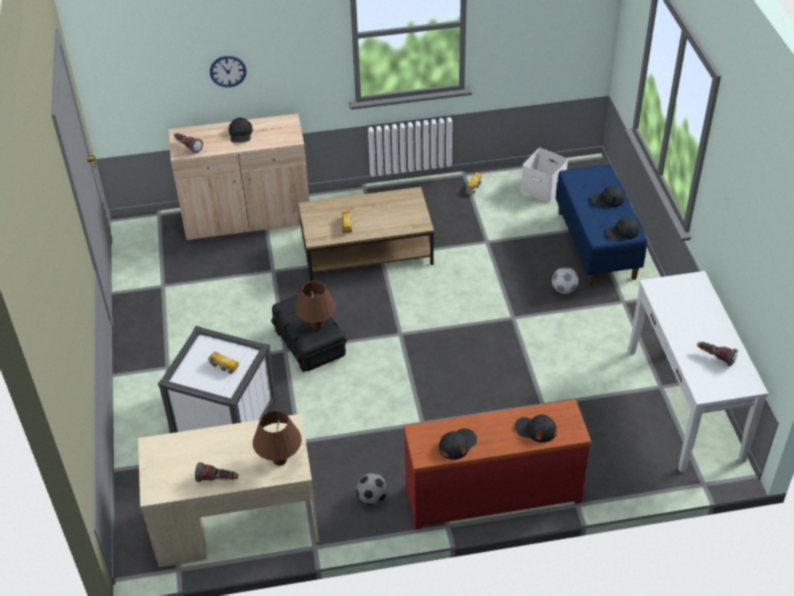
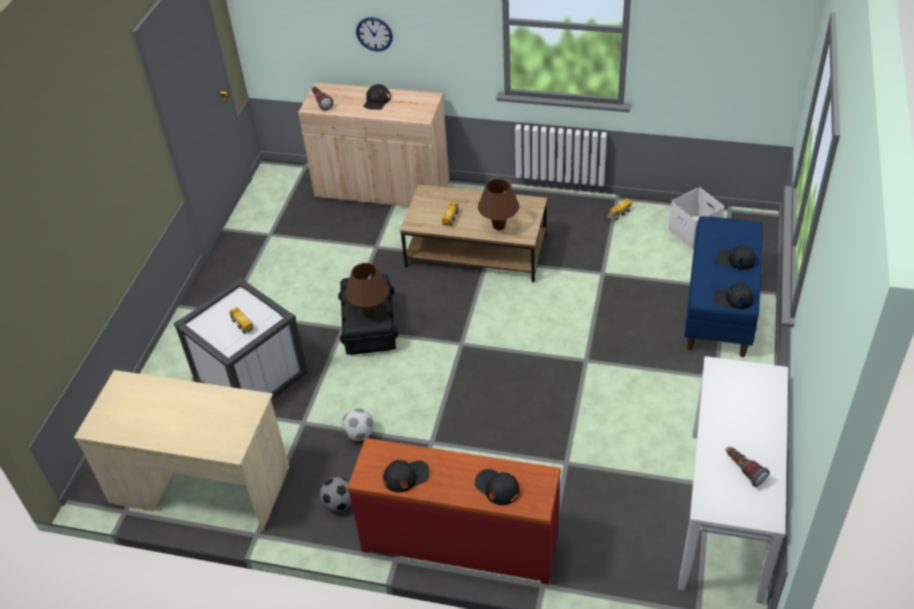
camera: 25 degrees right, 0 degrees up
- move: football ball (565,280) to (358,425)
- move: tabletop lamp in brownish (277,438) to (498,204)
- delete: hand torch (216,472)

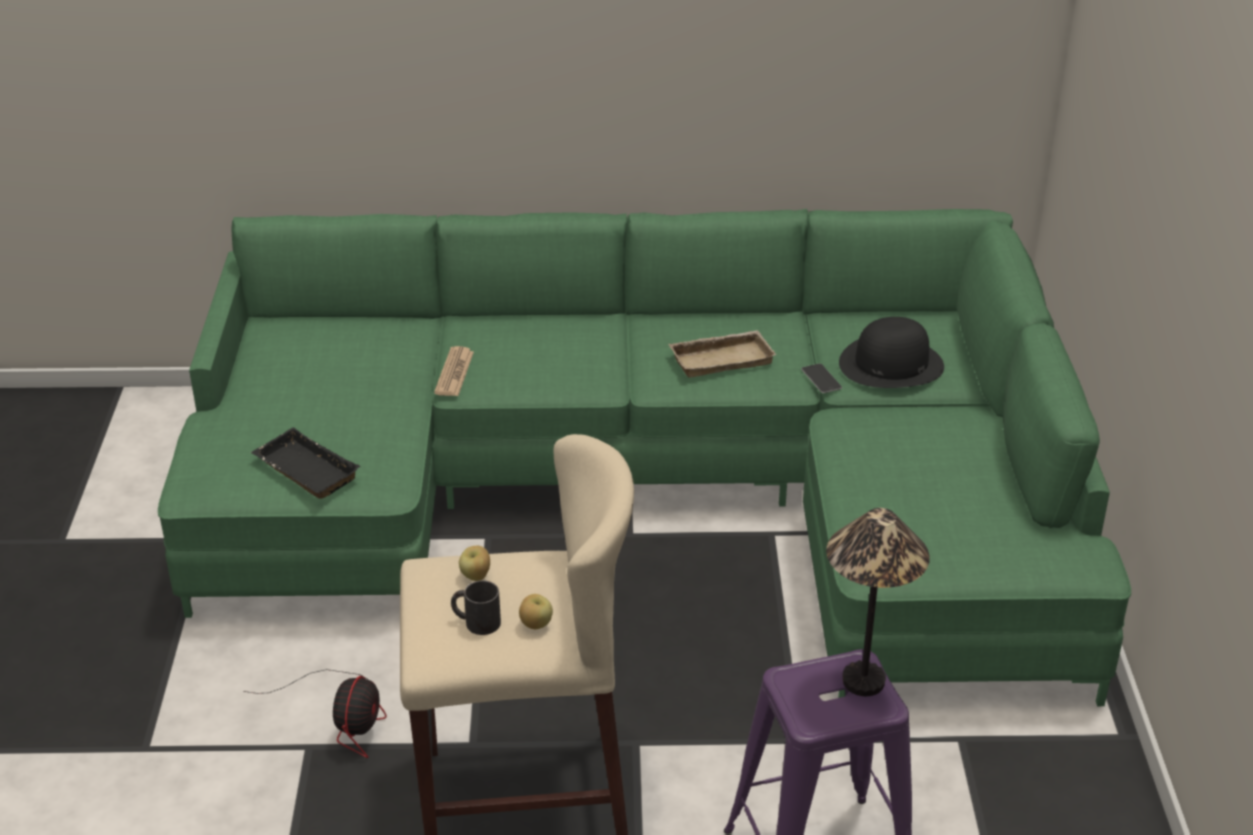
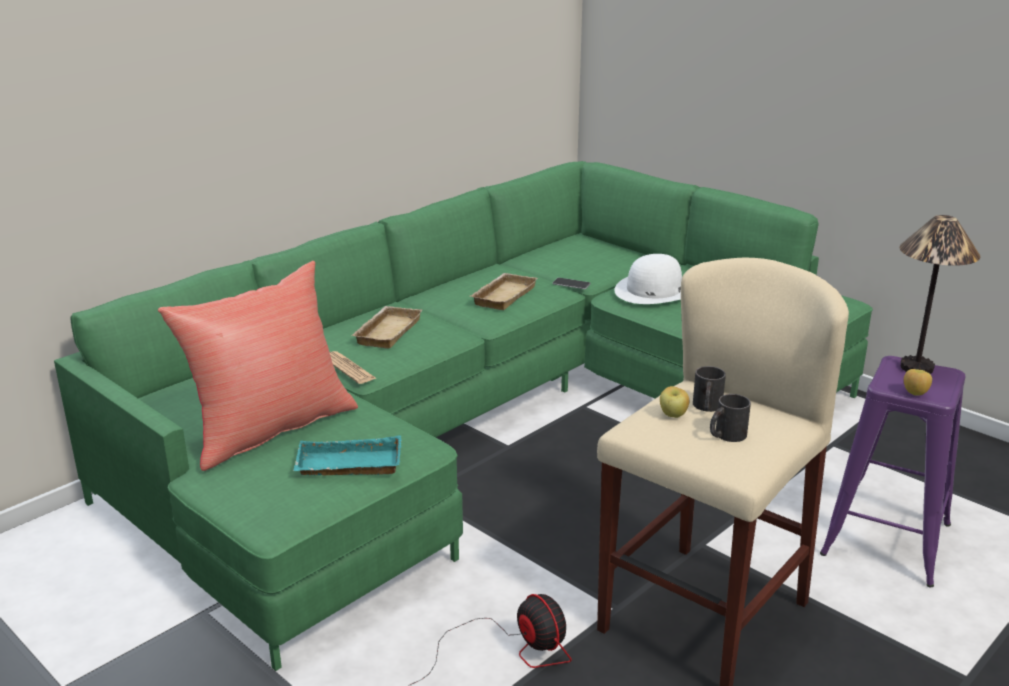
camera: 45 degrees left, 10 degrees down
- delete: clothing hat in black-coloured (891,352)
- recolor: tray in black-coloured (306,463) to tray in blue-green (347,455)
- move: apple fruit (536,611) to (918,382)
- insert: clothing hat in whitish (648,279)
- insert: cushion in red (258,366)
- insert: tray in beige-coloured (386,327)
- insert: mug in black-coloured (709,389)

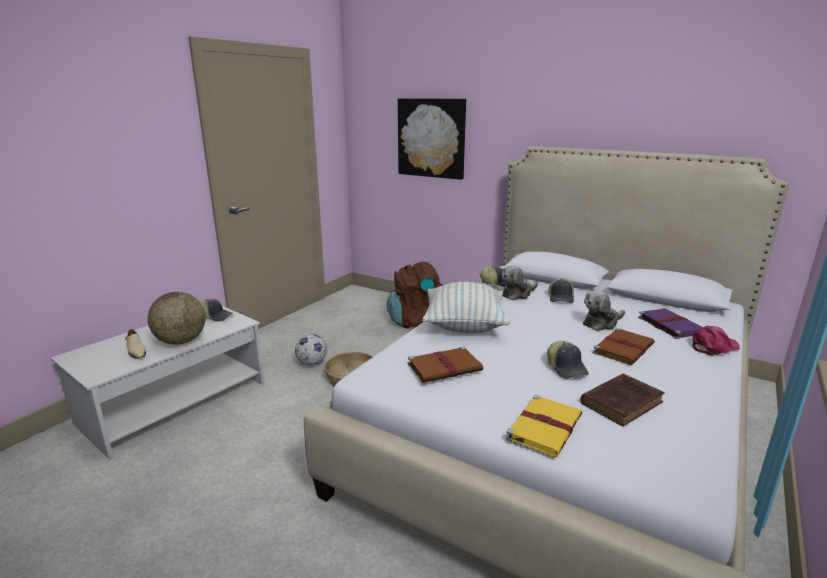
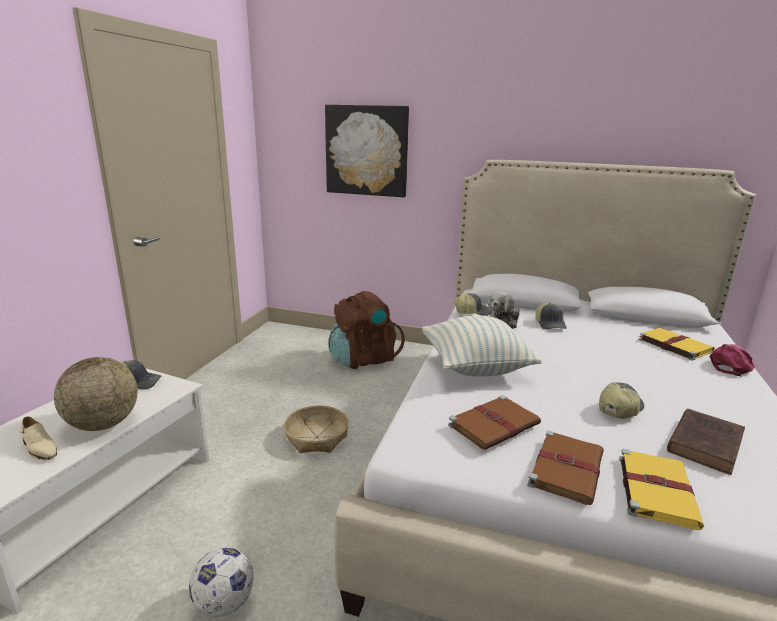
camera: 15 degrees left, 0 degrees up
- delete: cuddly toy (604,310)
- recolor: volume in purple-coloured (670,323) to volume in yellow (676,344)
- move: volume in brownish (624,346) to (565,468)
- move: football ball (311,350) to (221,582)
- rotate: baseball cap (568,360) = (621,401) 105 degrees counterclockwise

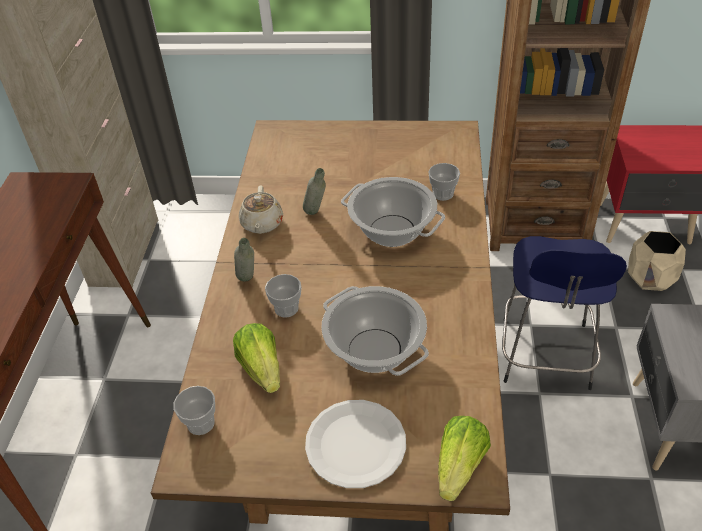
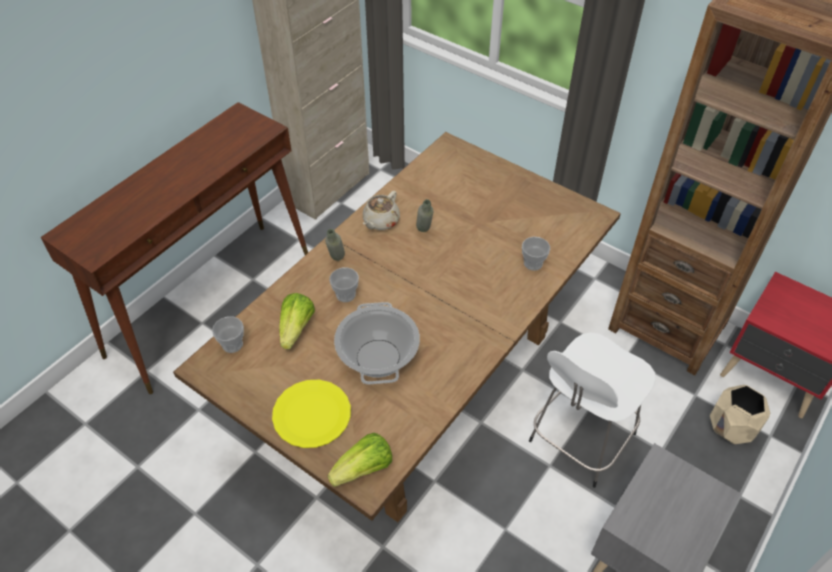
camera: 30 degrees right, 5 degrees up
- delete: cooking pot (393,212)
- recolor: stool seat in blue-coloured (564,313) to stool seat in whitish (592,410)
- recolor: flat dish in whitish (355,444) to flat dish in yellow (311,414)

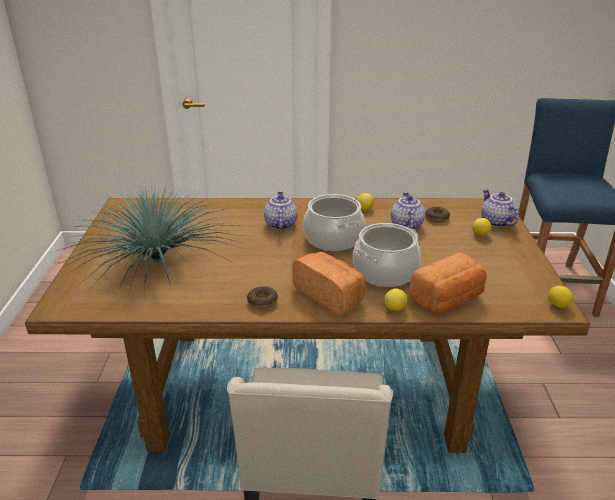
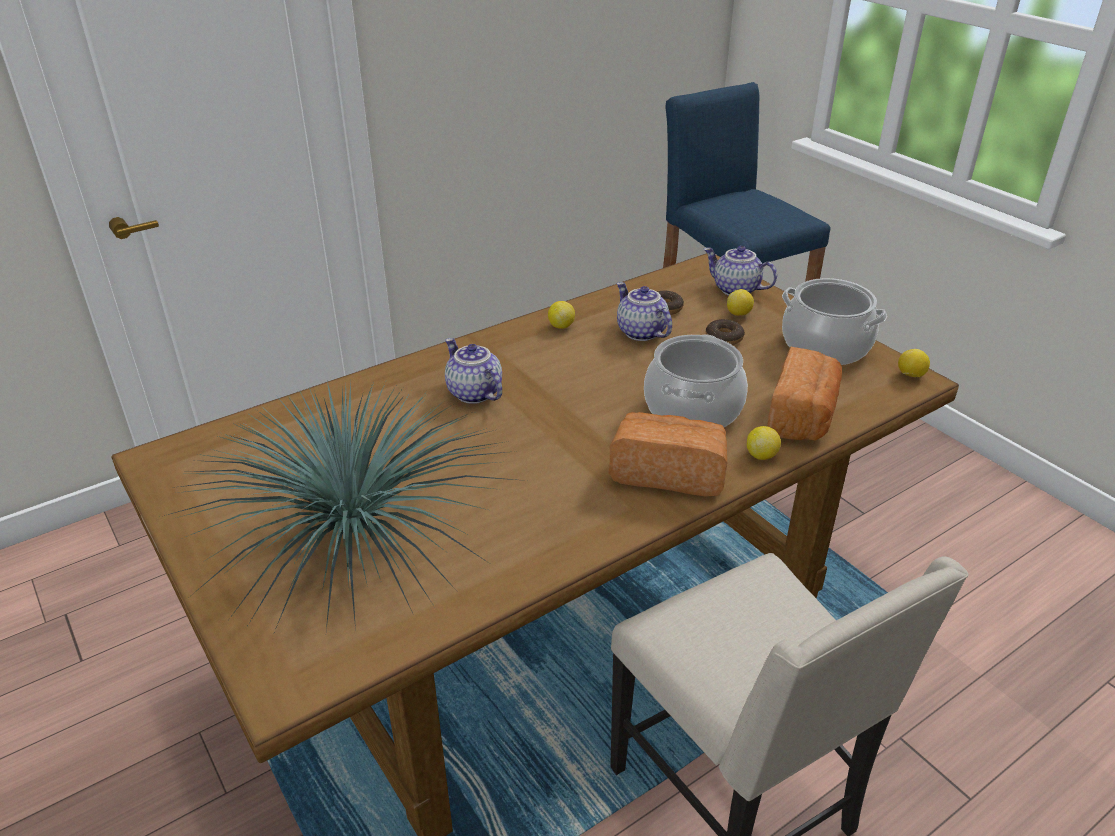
camera: 35 degrees left, 5 degrees up
- move: cooking pot (334,222) to (834,321)
- move: donut (262,297) to (725,332)

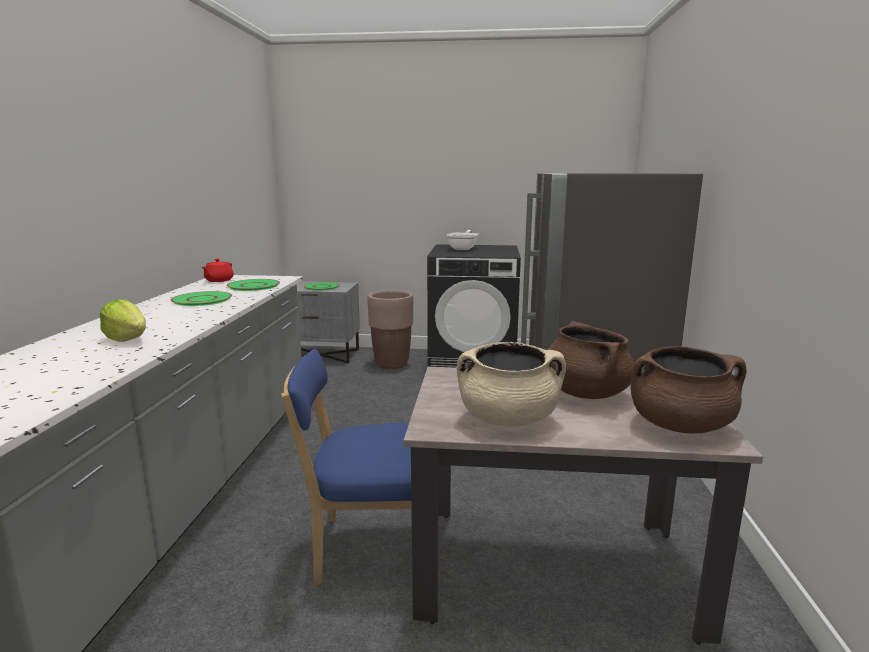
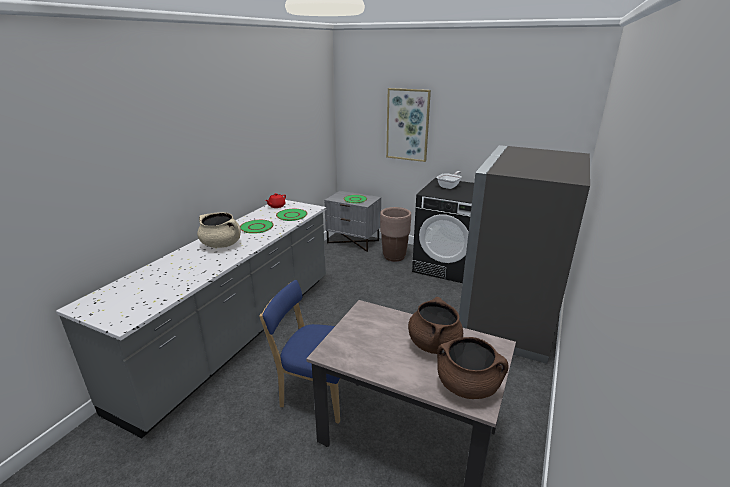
camera: 20 degrees right, 10 degrees up
- delete: head of lettuce (123,321)
- move: cooking pot in beige-coloured (511,384) to (219,230)
- insert: wall picture (408,125)

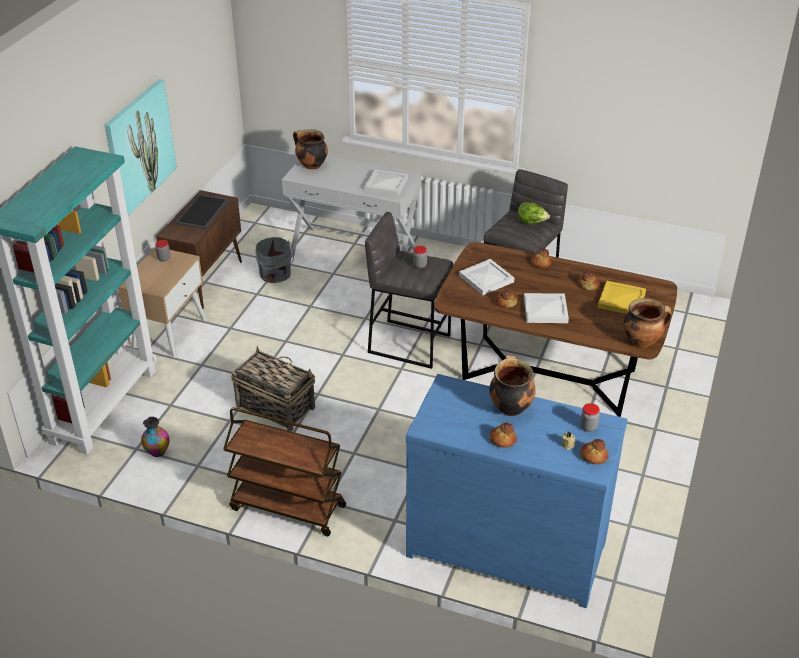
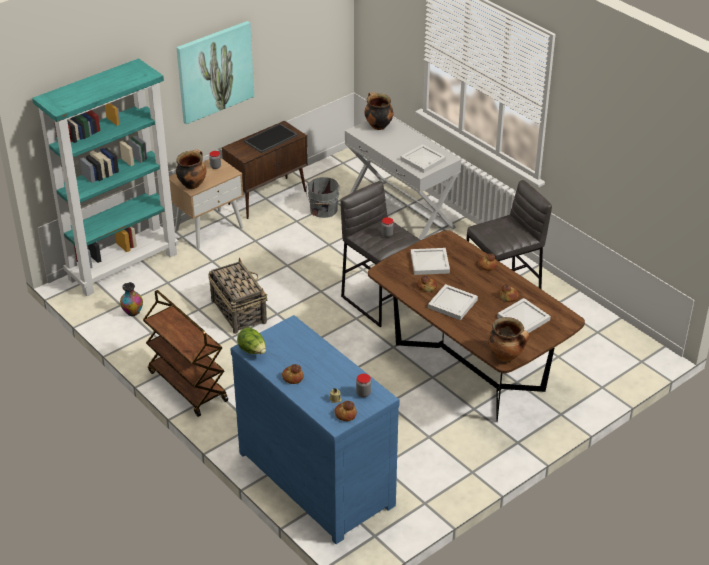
camera: 30 degrees right, 0 degrees up
- move: head of lettuce (533,213) to (251,340)
- recolor: tray in yellow (622,297) to tray in whitish (524,315)
- move: cooking pot (513,385) to (191,169)

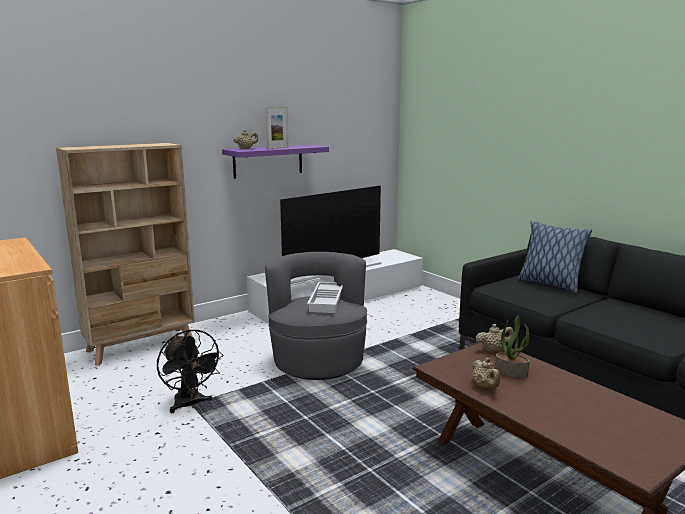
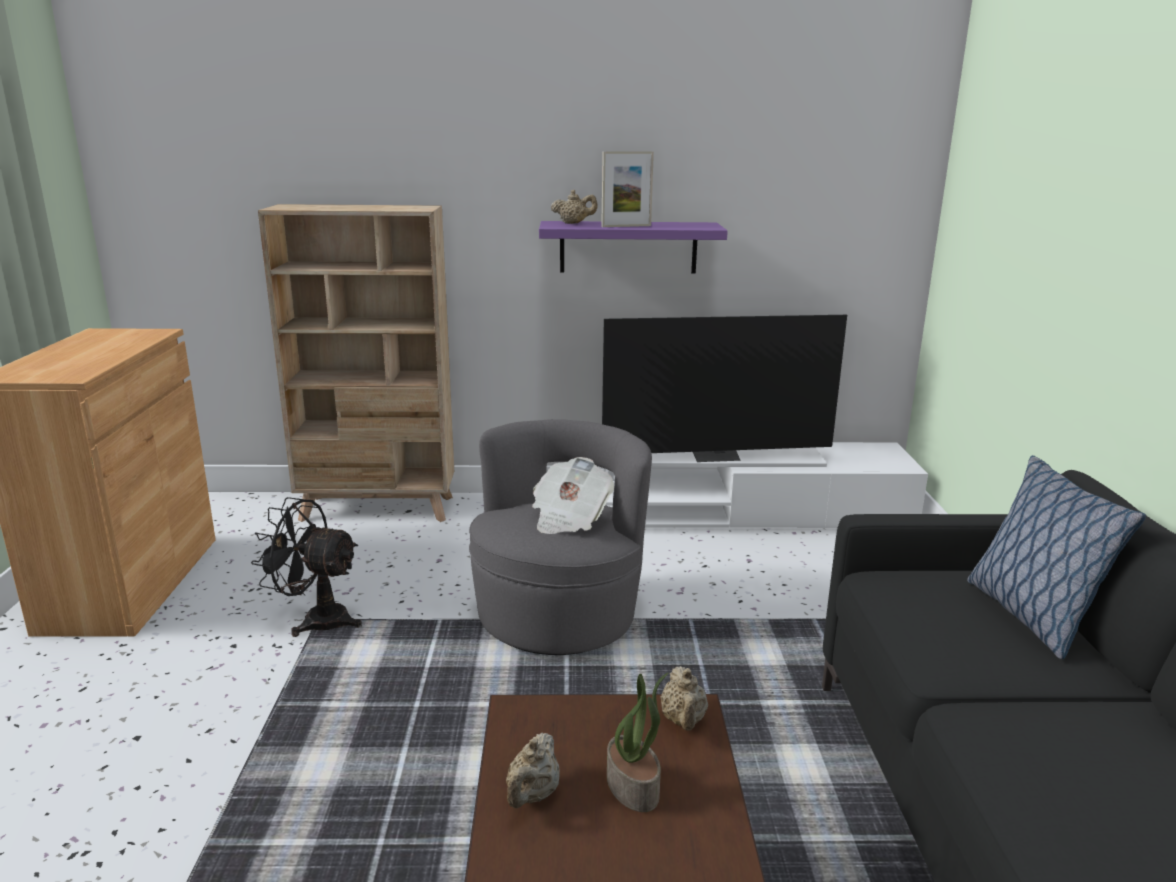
camera: 35 degrees right, 5 degrees up
- replace: tray in whitish (325,297) to printed paper (573,495)
- rotate: tea pot in beige-coloured (495,337) = (684,698) 60 degrees clockwise
- rotate: fan in black-coloured (190,371) = (306,567) 105 degrees clockwise

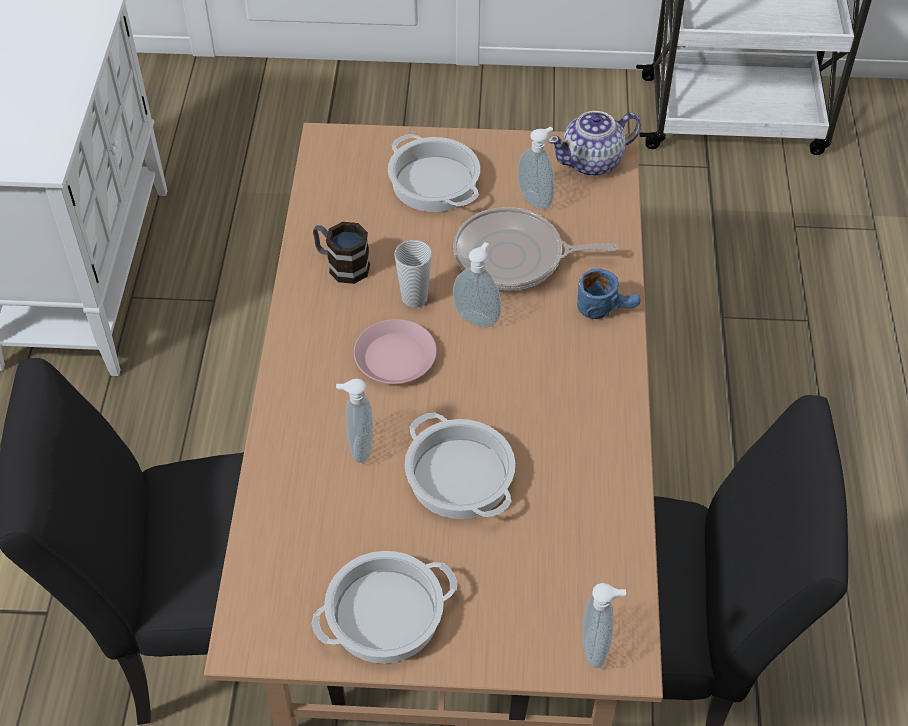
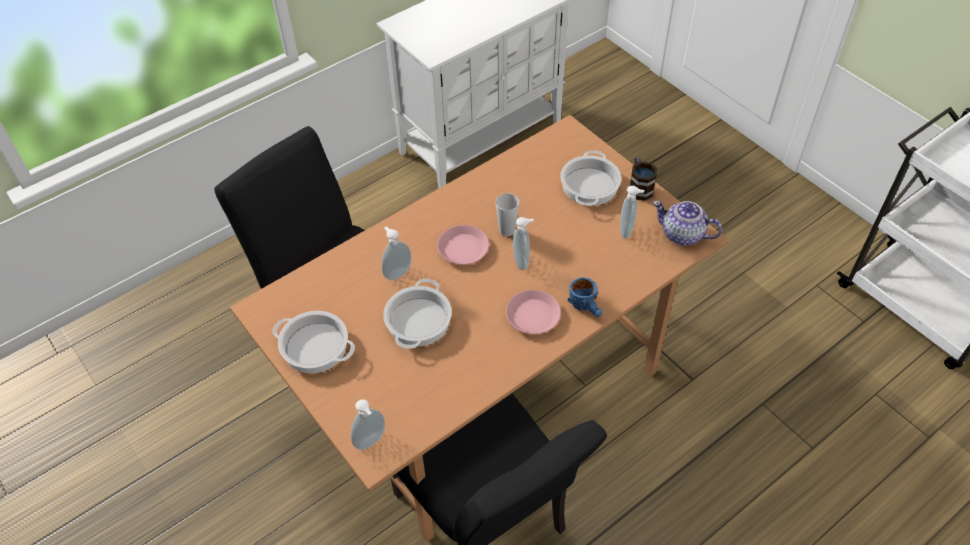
camera: 50 degrees right, 0 degrees up
- delete: skillet (536,249)
- move: mug (341,253) to (644,179)
- insert: flat dish in pinkish (533,312)

